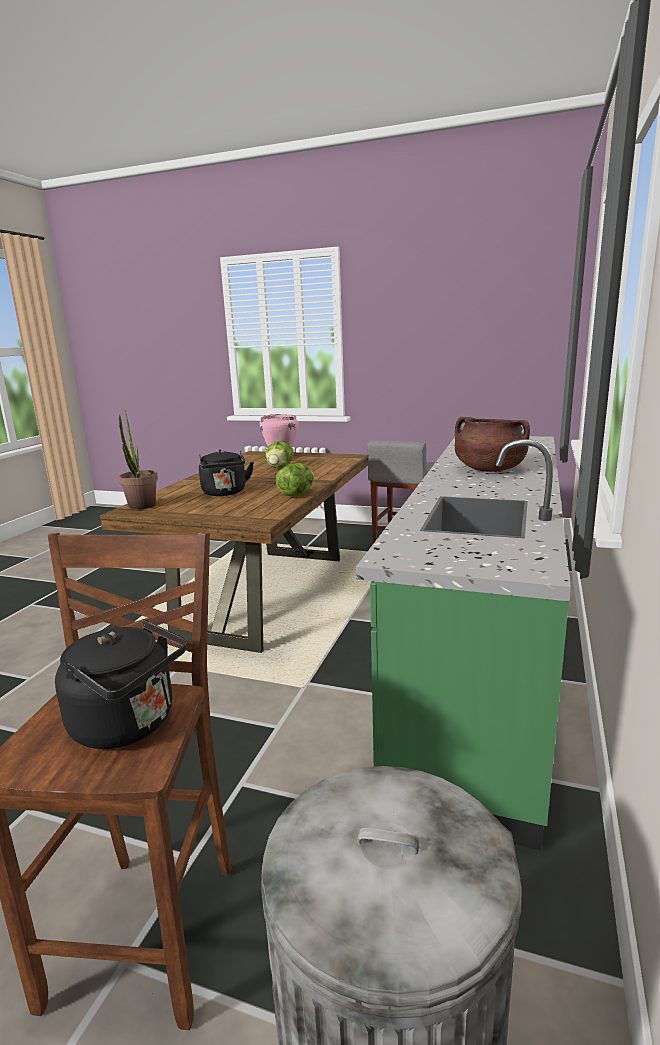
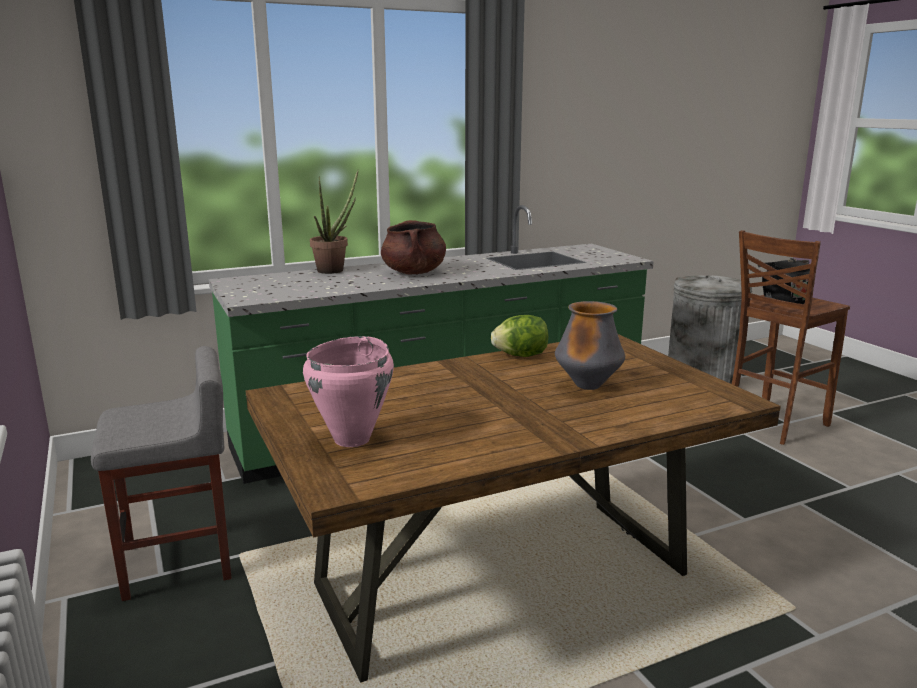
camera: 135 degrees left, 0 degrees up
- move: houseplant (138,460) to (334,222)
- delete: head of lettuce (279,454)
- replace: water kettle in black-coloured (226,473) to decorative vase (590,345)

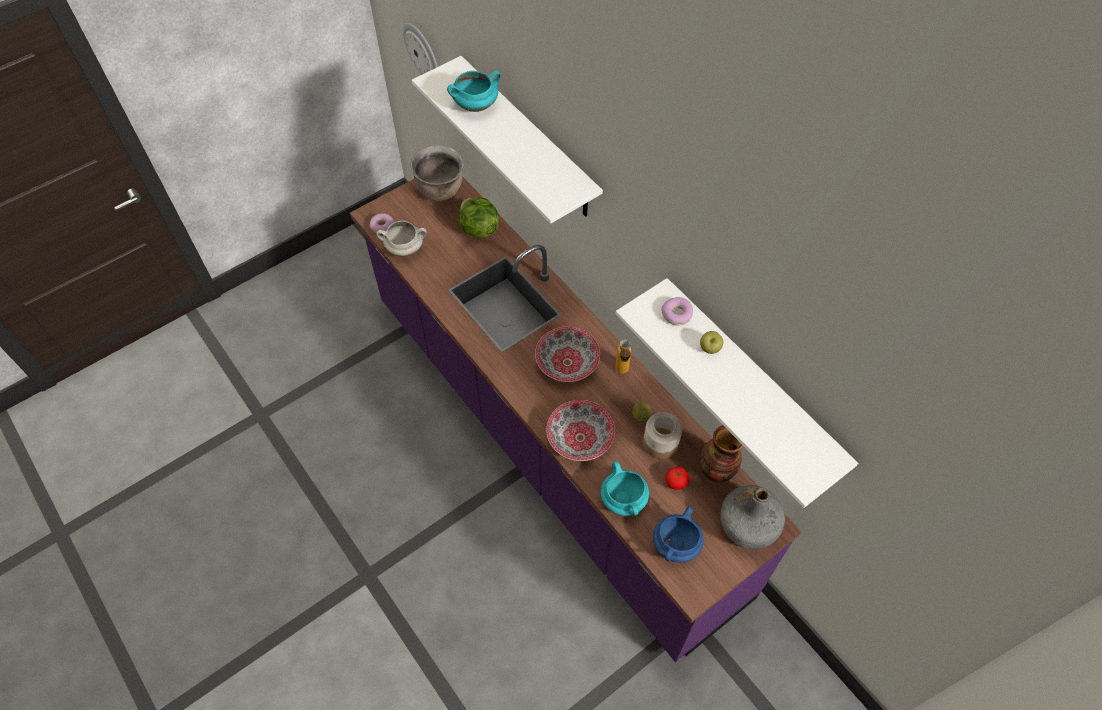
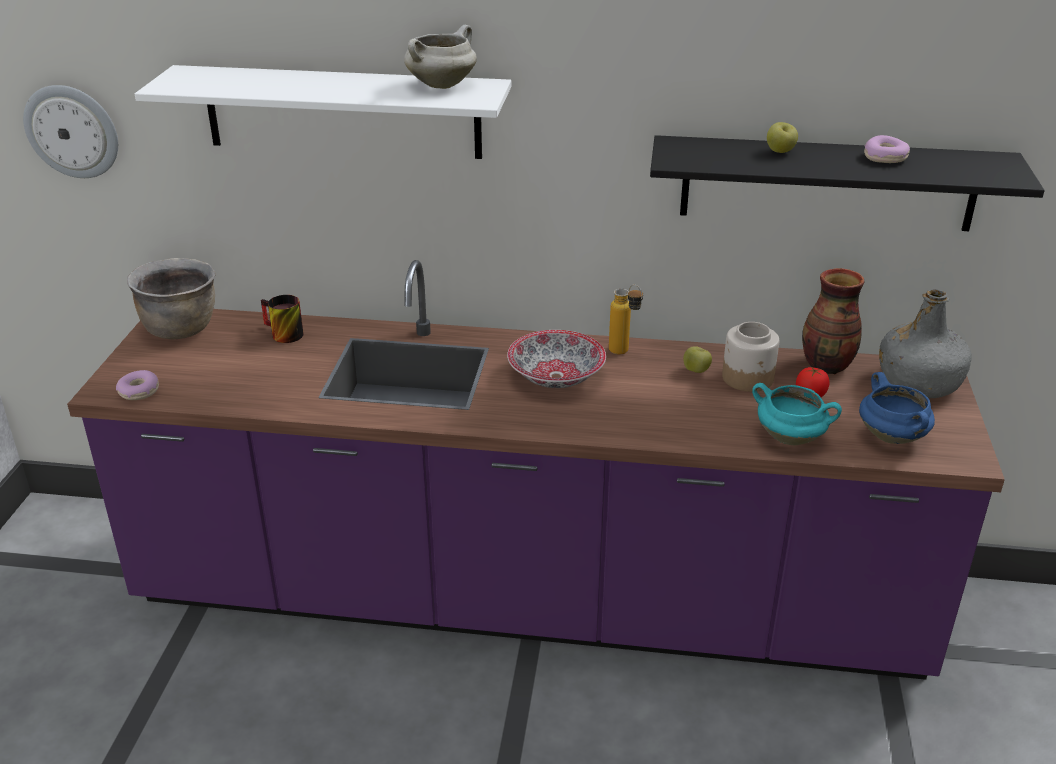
camera: 45 degrees left, 25 degrees down
- delete: cooking pot in blue-green (474,91)
- replace: head of lettuce (479,217) to mug (282,319)
- move: cooking pot in whitish (401,239) to (440,57)
- recolor: shelf in whitish (736,393) to shelf in black-coloured (847,183)
- move: donut (677,311) to (887,149)
- delete: serving bowl (580,430)

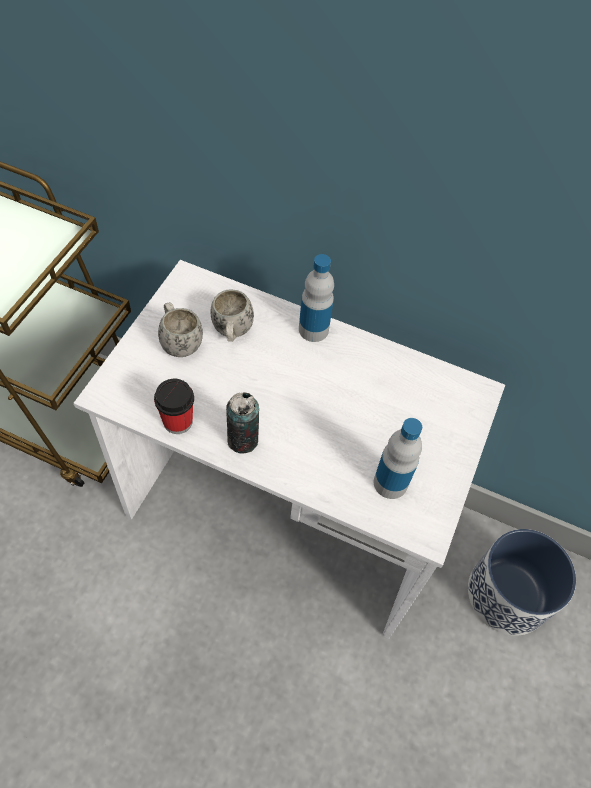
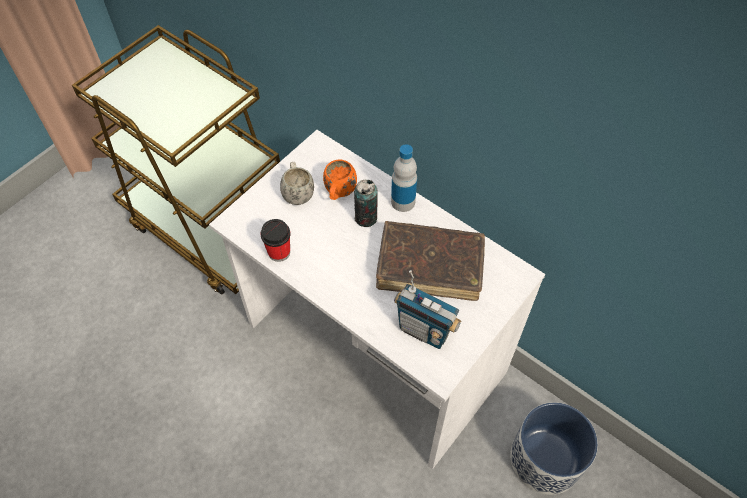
camera: 20 degrees right, 0 degrees up
- recolor: mug in whitish (232,315) to mug in orange-coloured (340,179)
- move: can (242,422) to (366,203)
- replace: beverage bottle (397,458) to radio (427,309)
- insert: volume in brownish (430,261)

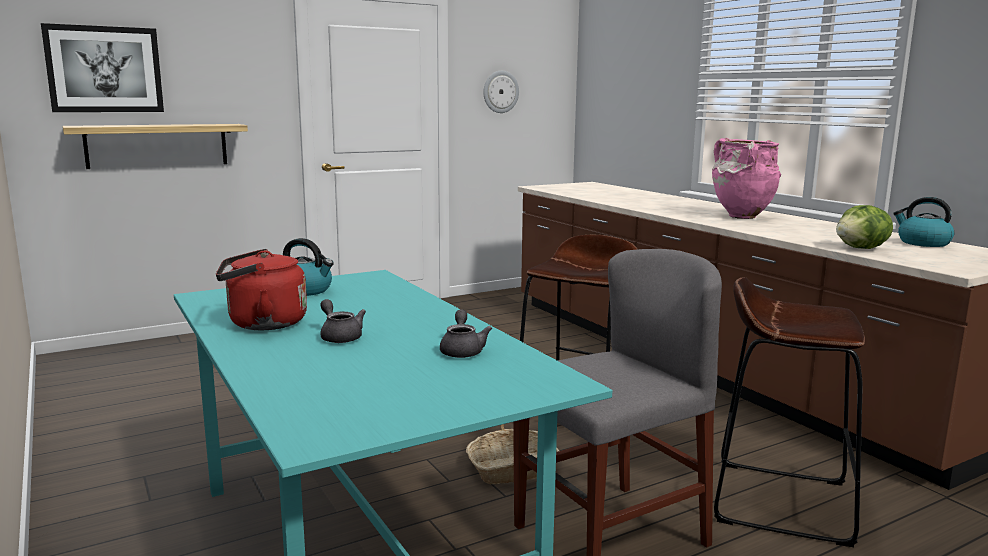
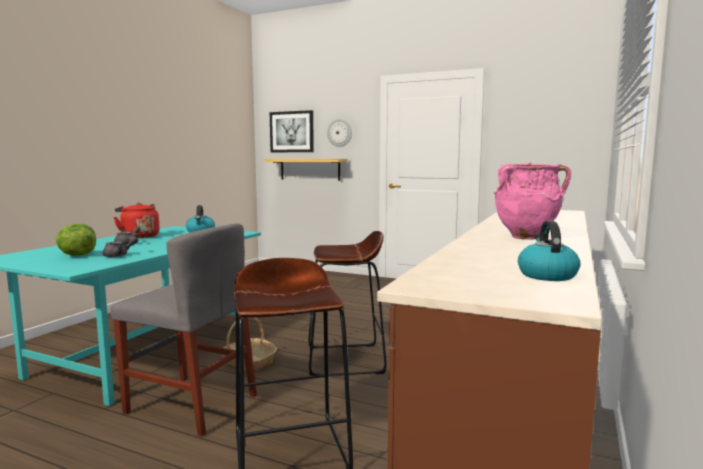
camera: 55 degrees right, 5 degrees down
- move: hanging clock (501,92) to (339,133)
- move: head of lettuce (864,227) to (76,240)

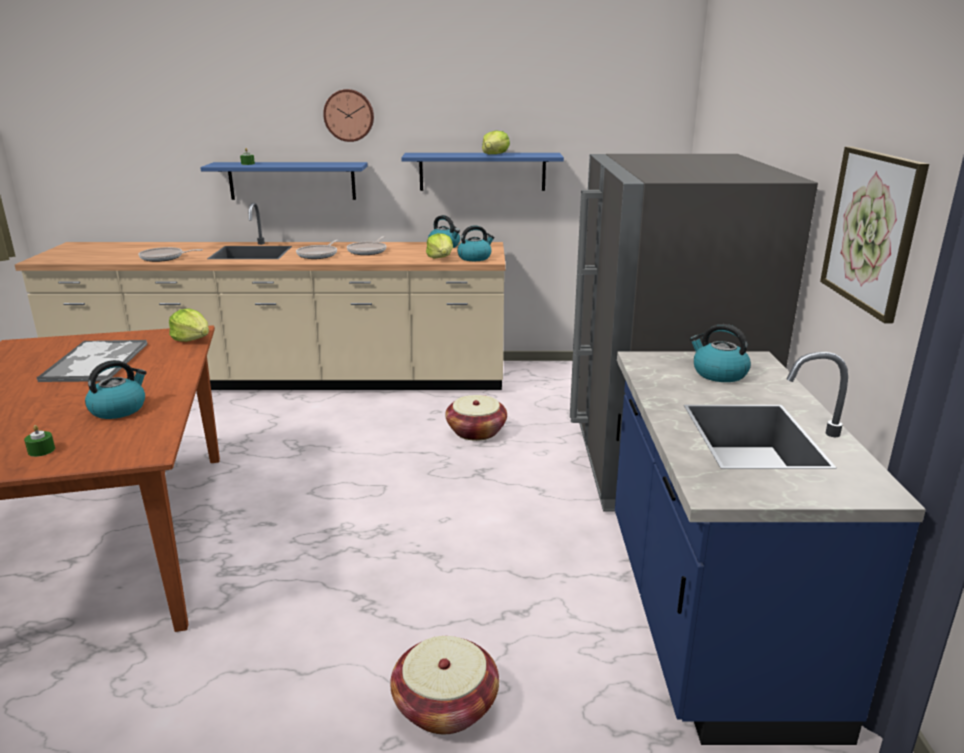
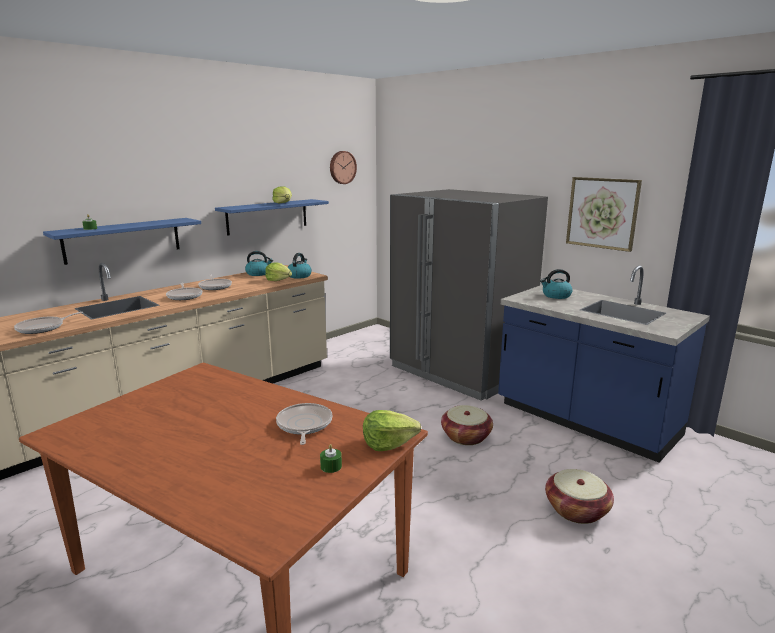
camera: 45 degrees left, 5 degrees down
- move: hanging clock (348,115) to (343,167)
- move: head of lettuce (189,325) to (392,430)
- delete: tray (92,361)
- replace: water kettle (116,389) to skillet (304,424)
- move: basket (476,418) to (467,425)

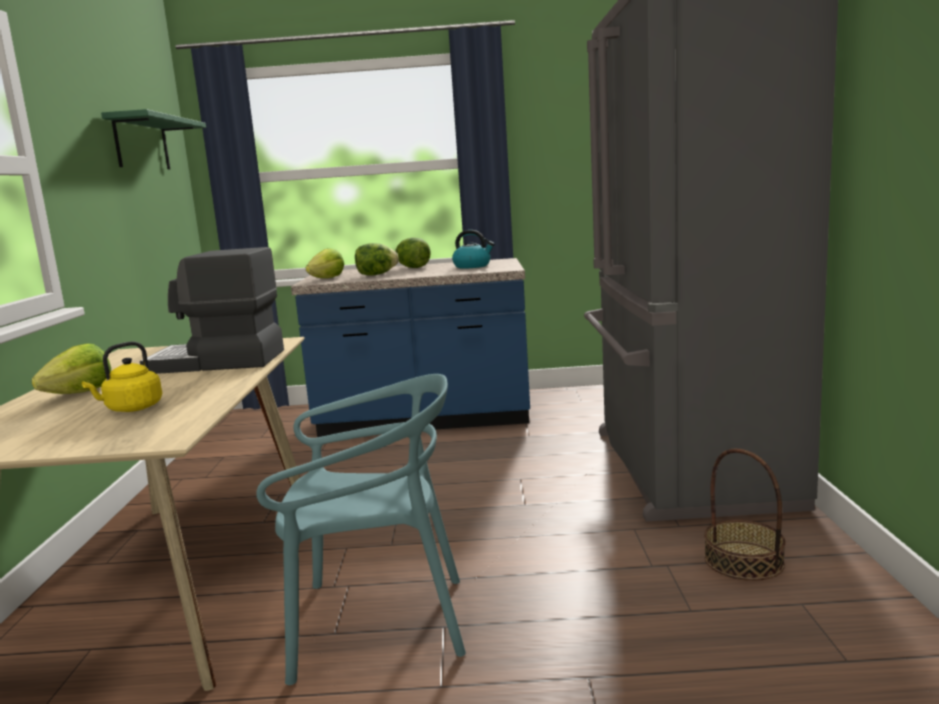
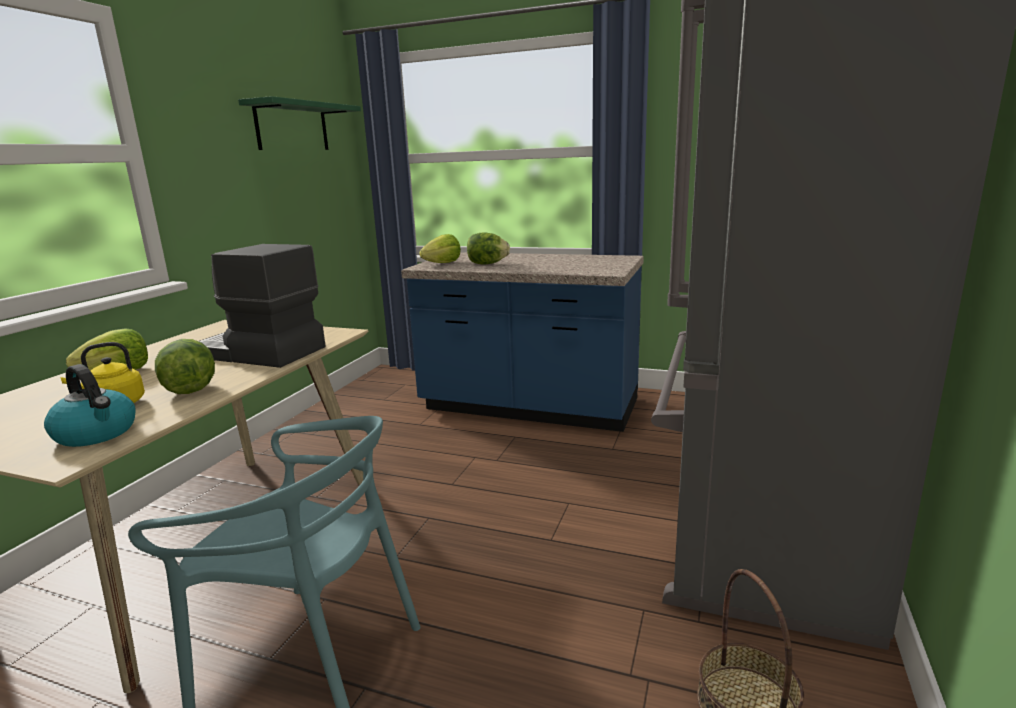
camera: 20 degrees right, 5 degrees up
- move: water kettle (473,249) to (90,405)
- move: head of lettuce (413,253) to (185,366)

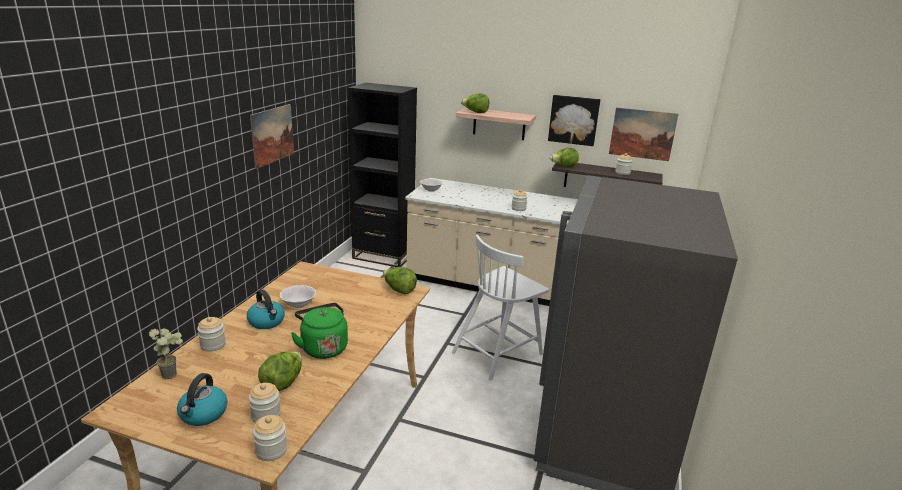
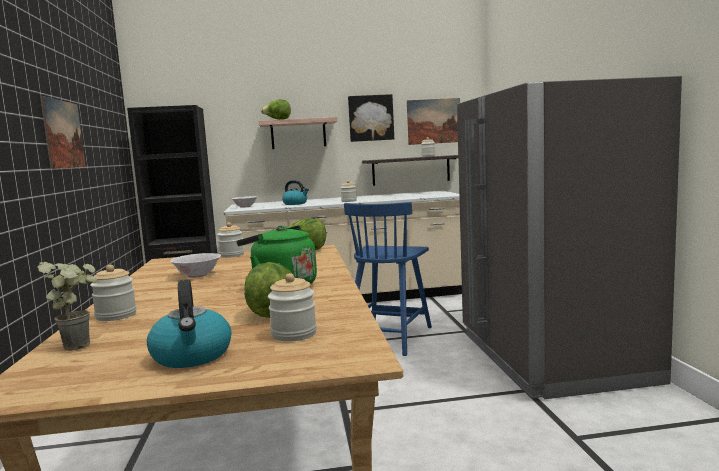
camera: 25 degrees left, 15 degrees down
- delete: head of lettuce (564,157)
- recolor: plain chair in whitish (500,307) to plain chair in blue-coloured (388,279)
- move: water kettle (266,309) to (295,192)
- move: preserve jar (270,438) to (230,240)

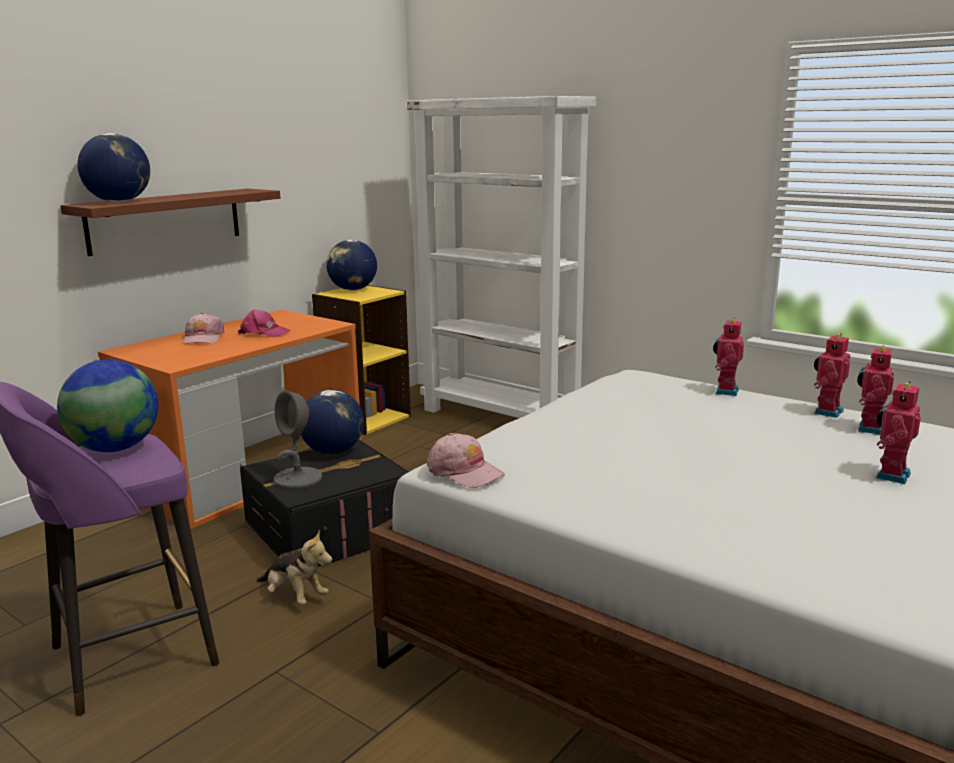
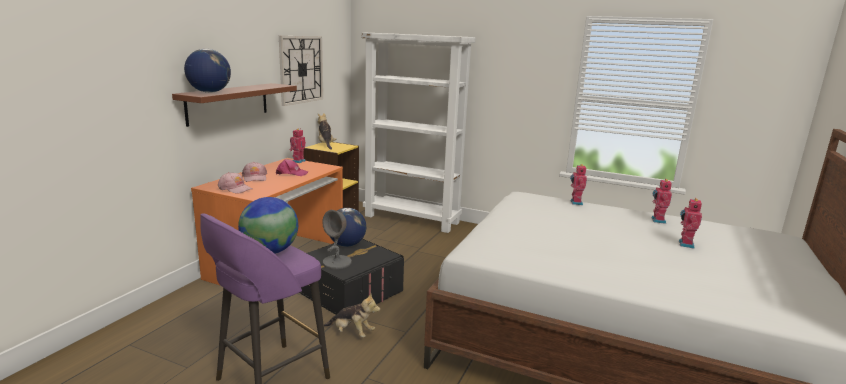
camera: 15 degrees left, 0 degrees up
- replace: world globe (351,265) to cuddly toy (327,131)
- move: model robot (832,375) to (297,145)
- move: baseball cap in pinkish (466,460) to (235,183)
- insert: hanging clock (301,71)

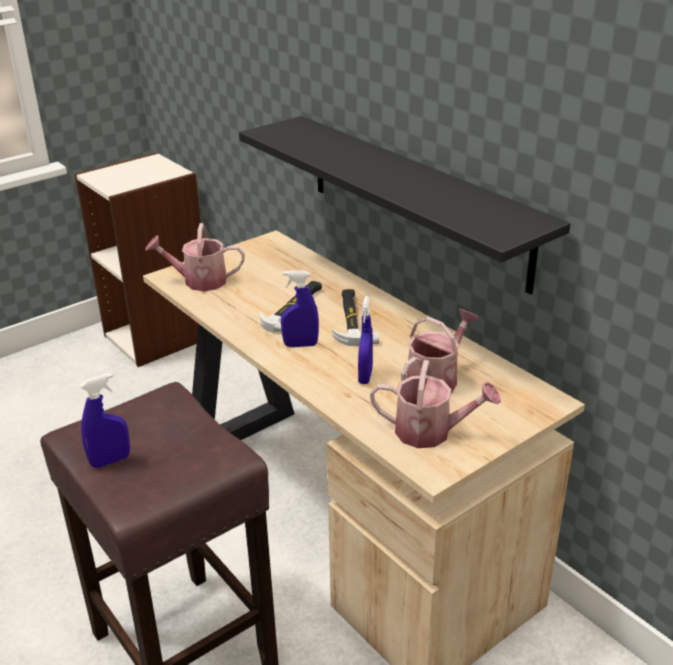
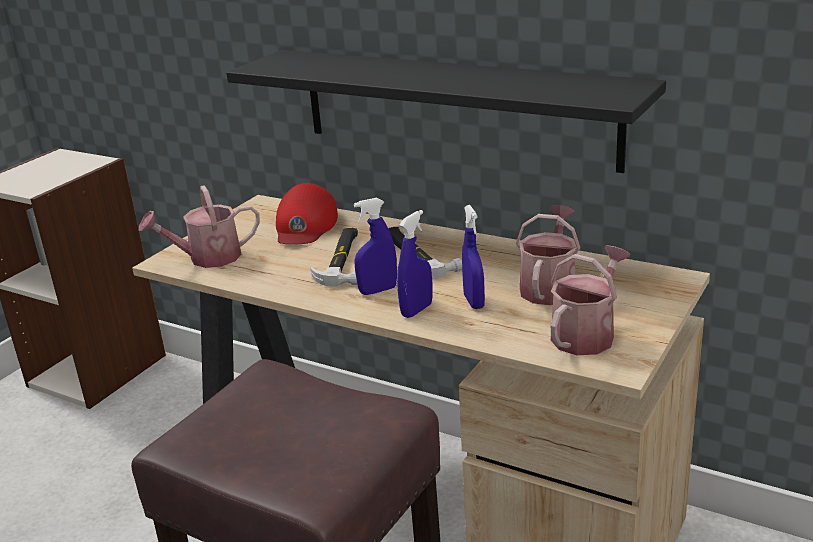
camera: 20 degrees left, 5 degrees down
- rotate: watering can (435,404) = (591,300) 45 degrees counterclockwise
- move: sprayer in blue-coloured (105,420) to (415,264)
- insert: baseball cap in red (307,213)

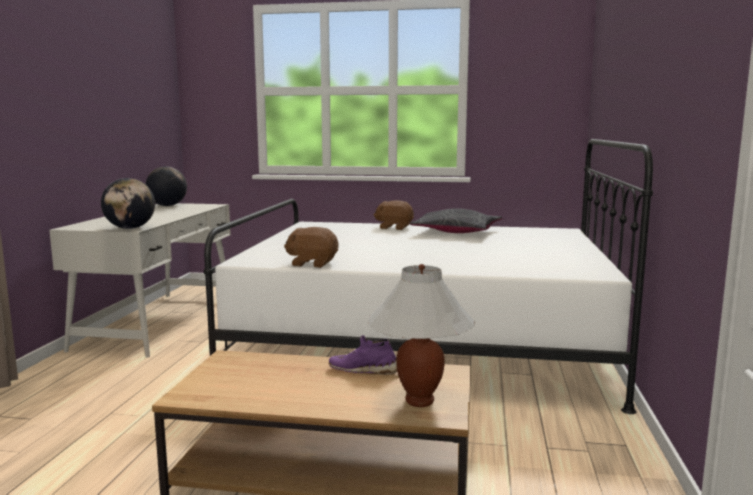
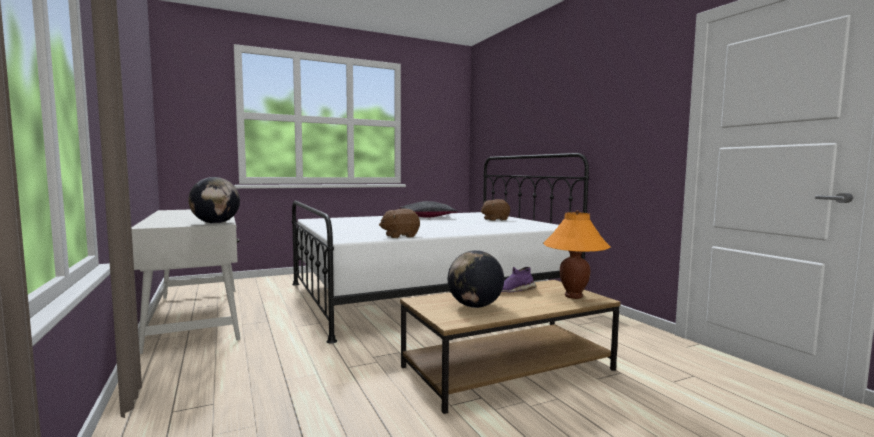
camera: 35 degrees left, 5 degrees down
- move: world globe (166,186) to (476,279)
- move: cuddly toy in brownish (393,215) to (495,210)
- recolor: tabletop lamp in whitish (421,335) to tabletop lamp in orange-coloured (577,254)

